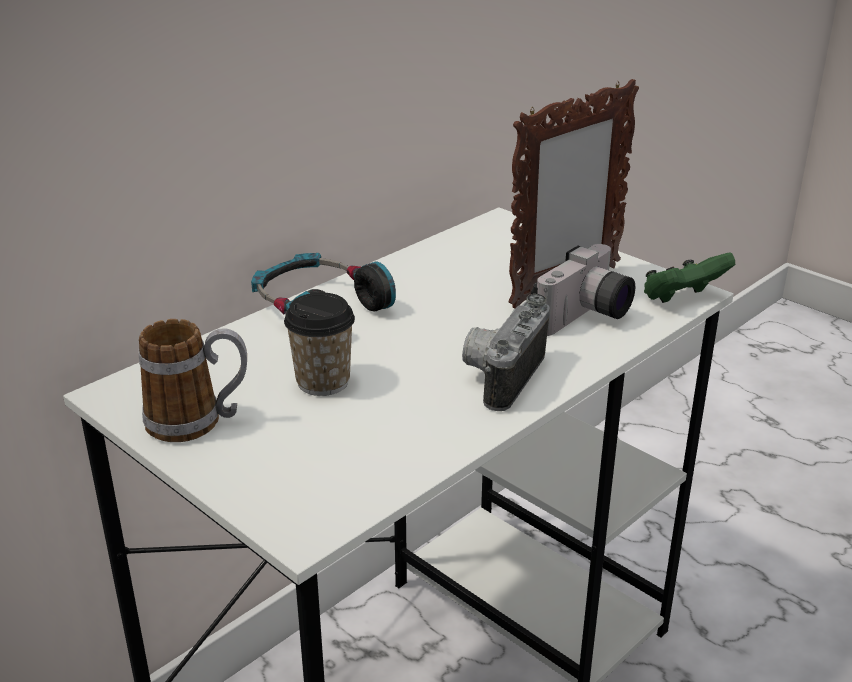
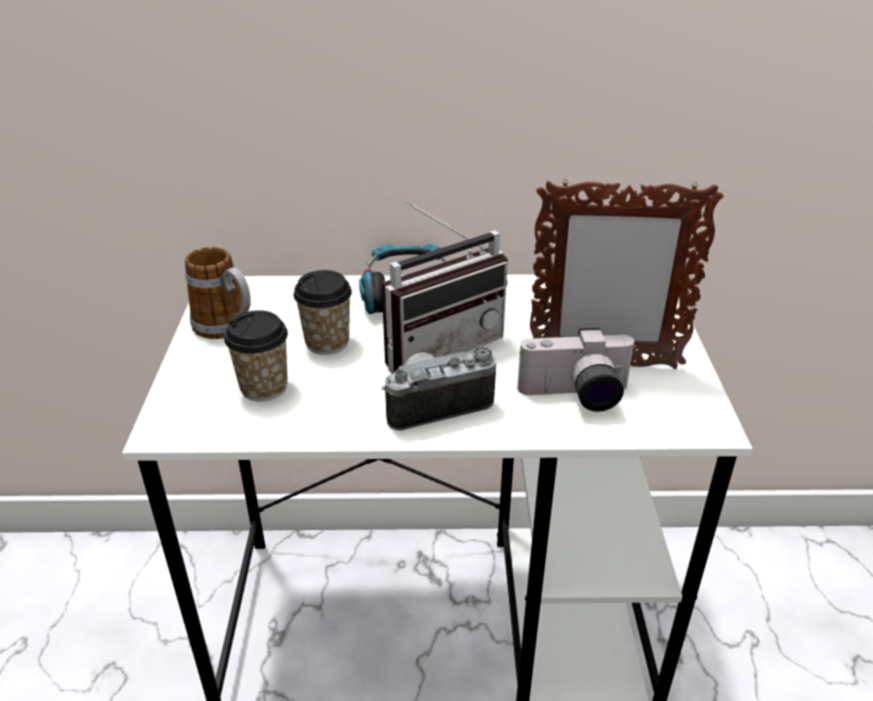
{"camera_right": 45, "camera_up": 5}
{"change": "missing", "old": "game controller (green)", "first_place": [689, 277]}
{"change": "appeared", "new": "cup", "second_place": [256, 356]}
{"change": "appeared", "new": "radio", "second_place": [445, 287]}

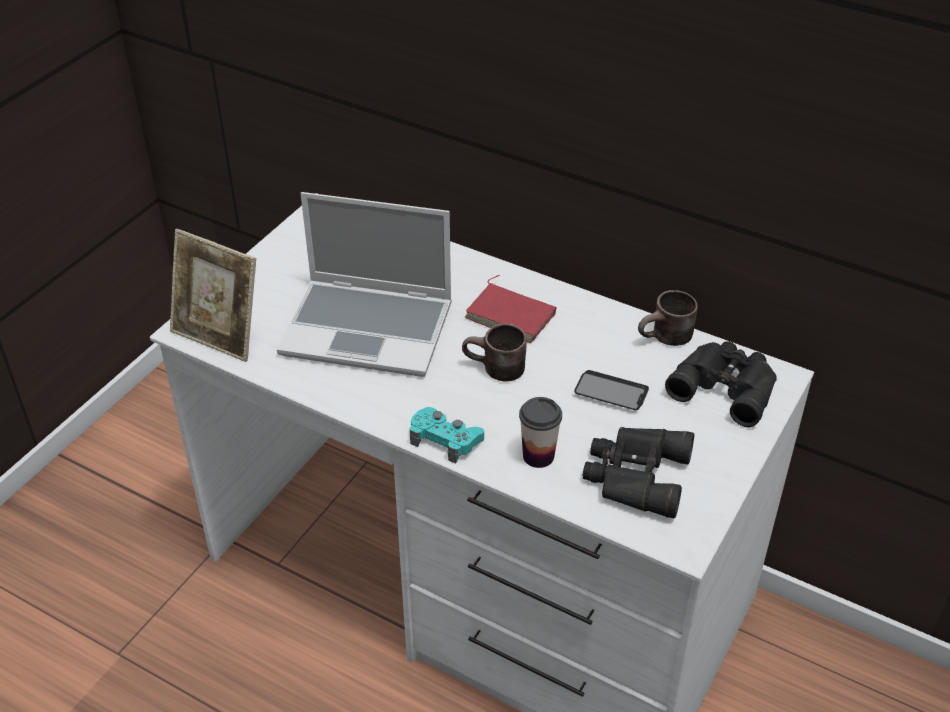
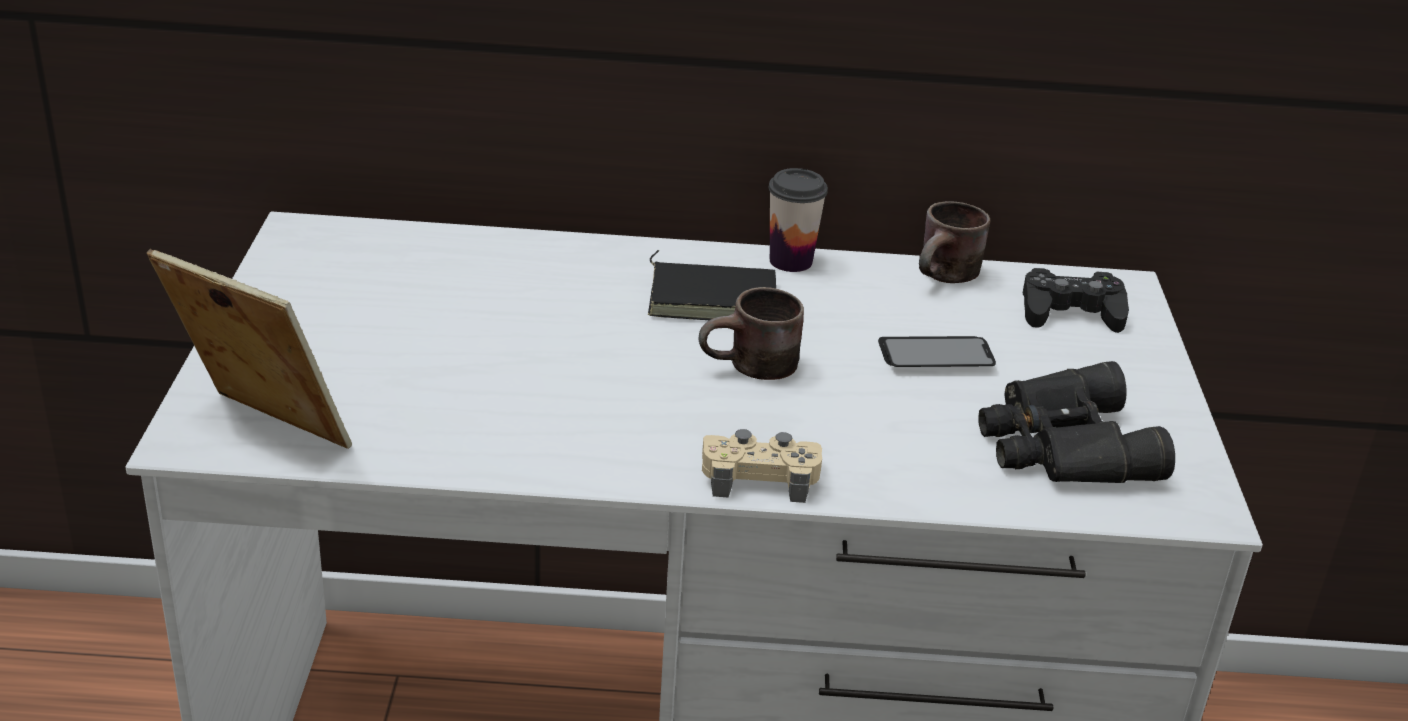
{"camera_right": -30, "camera_up": -10}
{"change": "spun", "old": "picture frame", "first_place": [213, 295], "second_place": [249, 349], "degrees": -150}
{"change": "missing", "old": "laptop", "first_place": [364, 284]}
{"change": "colour", "old": "game controller (turquoise)", "new": "game controller (beige)", "first_place": [446, 435], "second_place": [762, 466]}
{"change": "colour", "old": "book (red)", "new": "book (black)", "first_place": [511, 309], "second_place": [712, 285]}
{"change": "relocated", "old": "cup", "first_place": [540, 432], "second_place": [798, 220]}
{"change": "exchanged", "old": "binoculars (black)", "new": "game controller (black)", "first_place": [721, 384], "second_place": [1076, 300]}

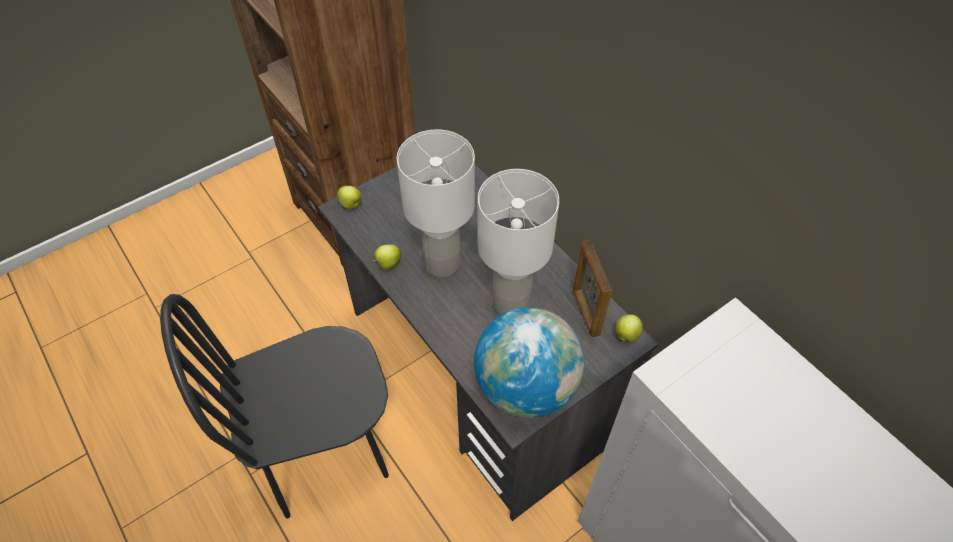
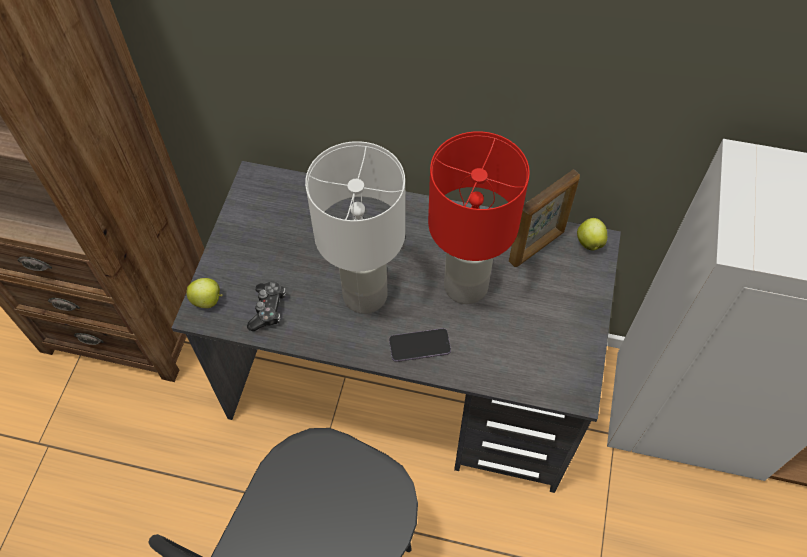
{"camera_right": -40, "camera_up": 5}
{"change": "missing", "old": "apple", "first_place": [387, 257]}
{"change": "missing", "old": "globe", "first_place": [529, 362]}
{"change": "colour", "old": "table lamp (white)", "new": "table lamp (red)", "first_place": [518, 241], "second_place": [479, 217]}
{"change": "spun", "old": "picture frame", "first_place": [592, 288], "second_place": [544, 218], "degrees": -75}
{"change": "appeared", "new": "game controller", "second_place": [266, 306]}
{"change": "appeared", "new": "phone", "second_place": [420, 345]}

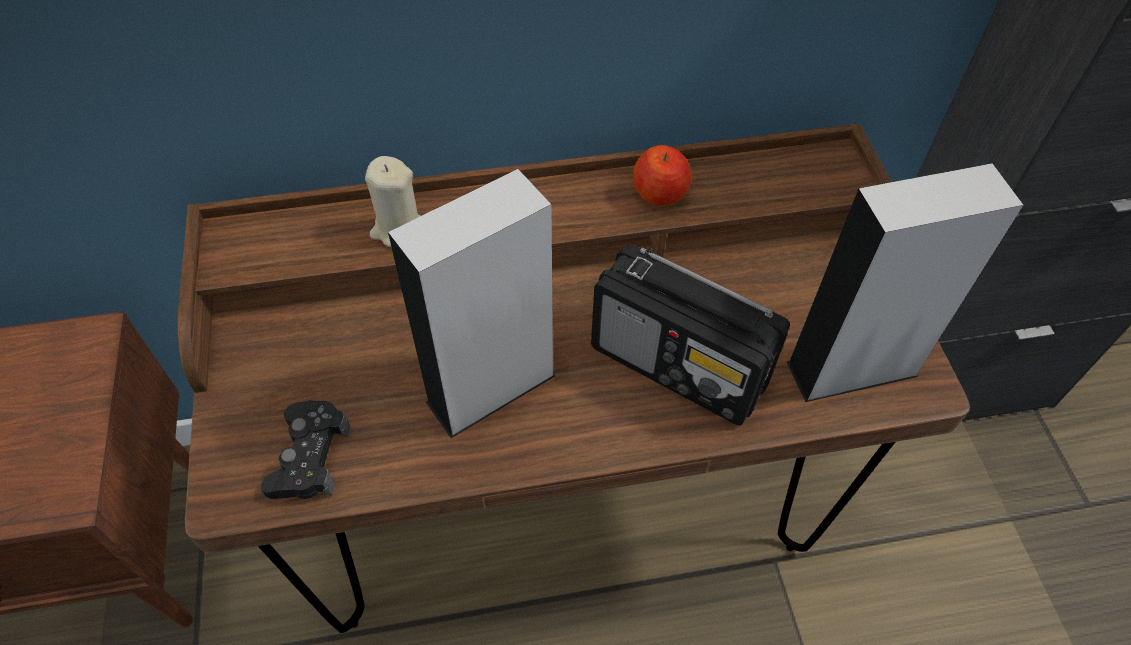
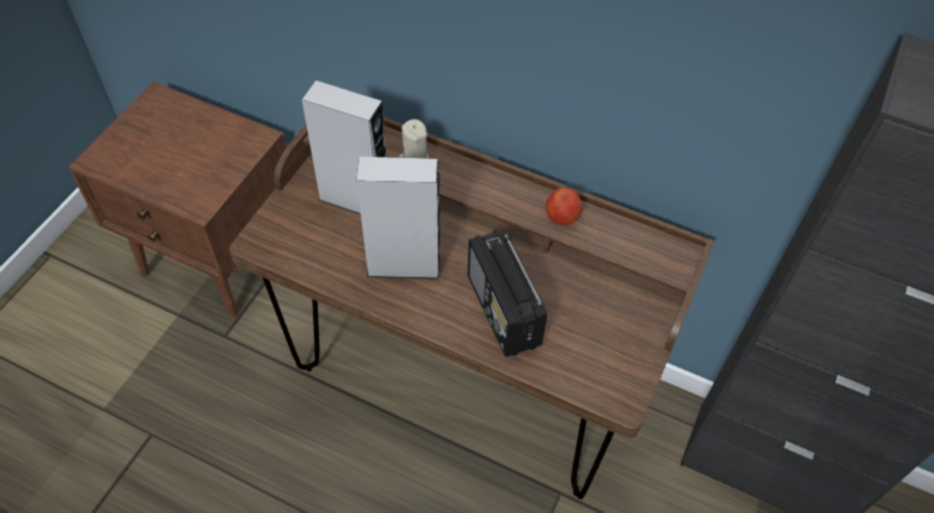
{"camera_right": 35, "camera_up": 0}
{"change": "missing", "old": "game controller (black)", "first_place": [305, 449]}
{"change": "relocated", "old": "speaker (grey)", "first_place": [905, 282], "second_place": [344, 147]}

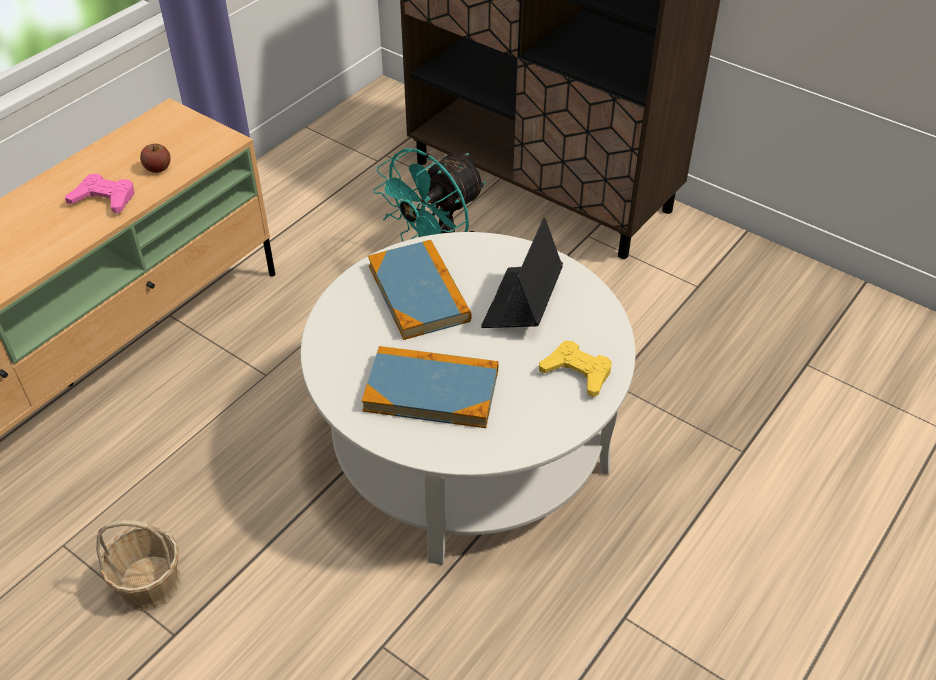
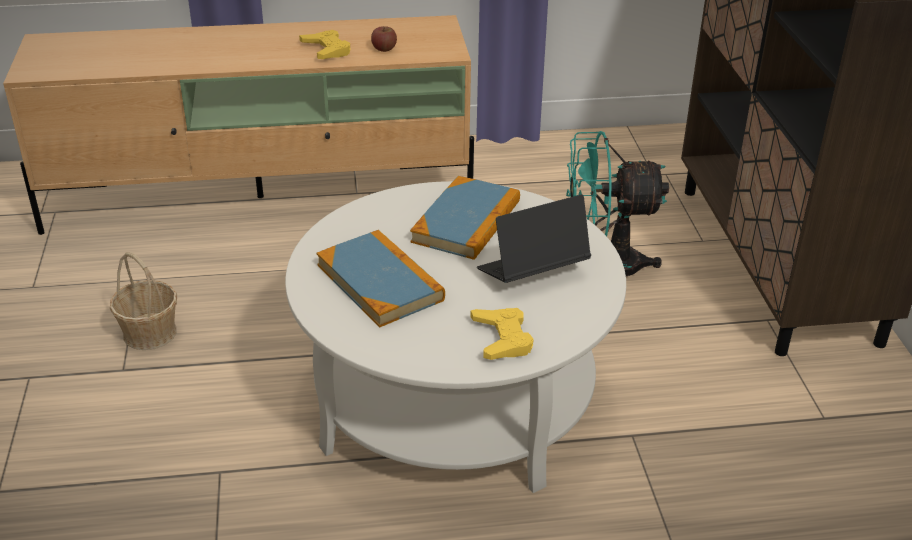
{"camera_right": 45, "camera_up": -10}
{"change": "colour", "old": "game controller (pink)", "new": "game controller (yellow)", "first_place": [100, 193], "second_place": [325, 44]}

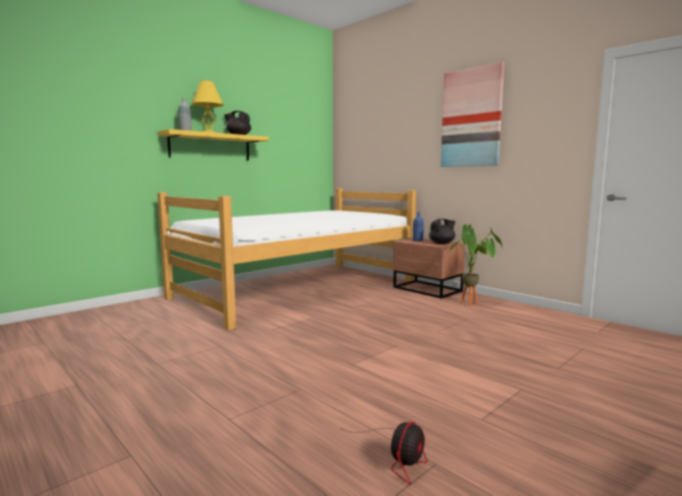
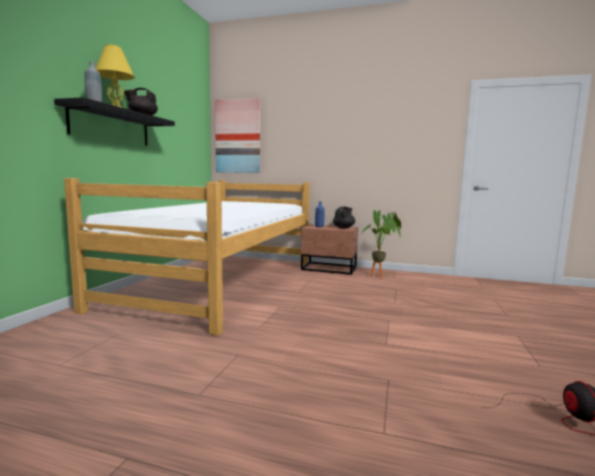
{"camera_right": -30, "camera_up": 0}
{"change": "colour", "old": "shelf (yellow)", "new": "shelf (black)", "first_place": [213, 144], "second_place": [114, 121]}
{"change": "relocated", "old": "picture", "first_place": [472, 114], "second_place": [237, 135]}

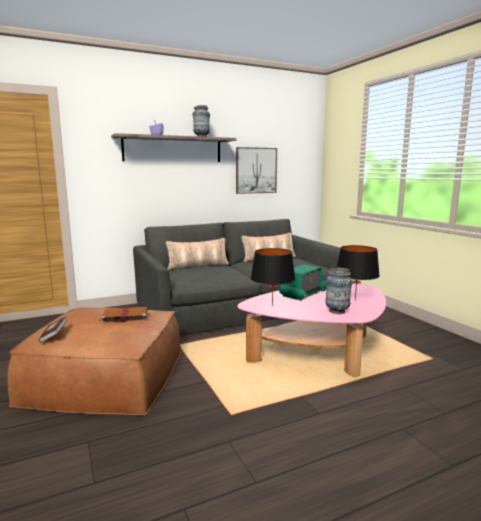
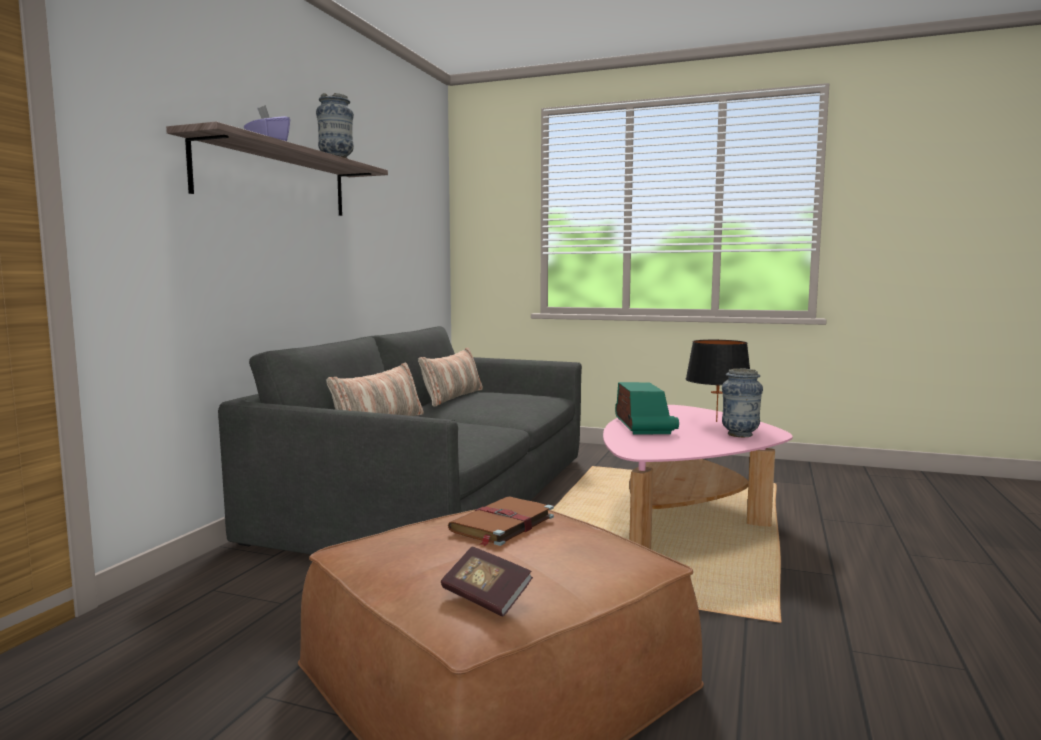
{"camera_right": -45, "camera_up": -5}
{"change": "missing", "old": "picture", "first_place": [256, 170]}
{"change": "missing", "old": "table lamp (black)", "first_place": [273, 277]}

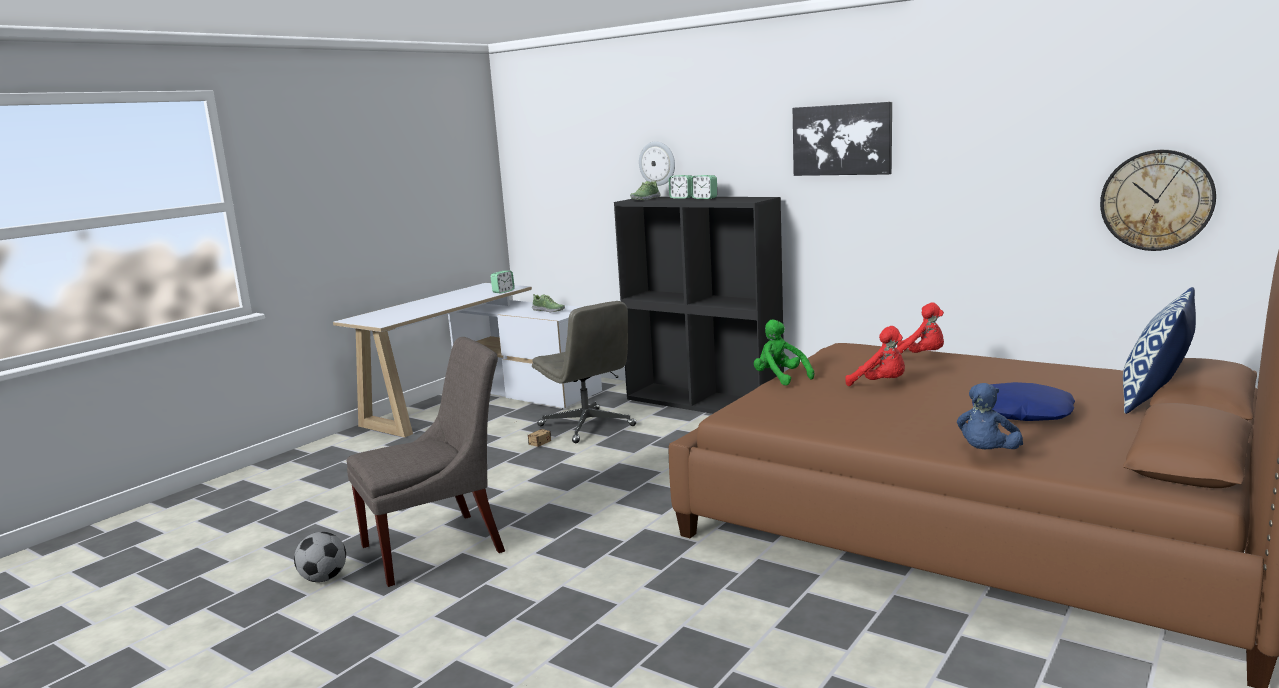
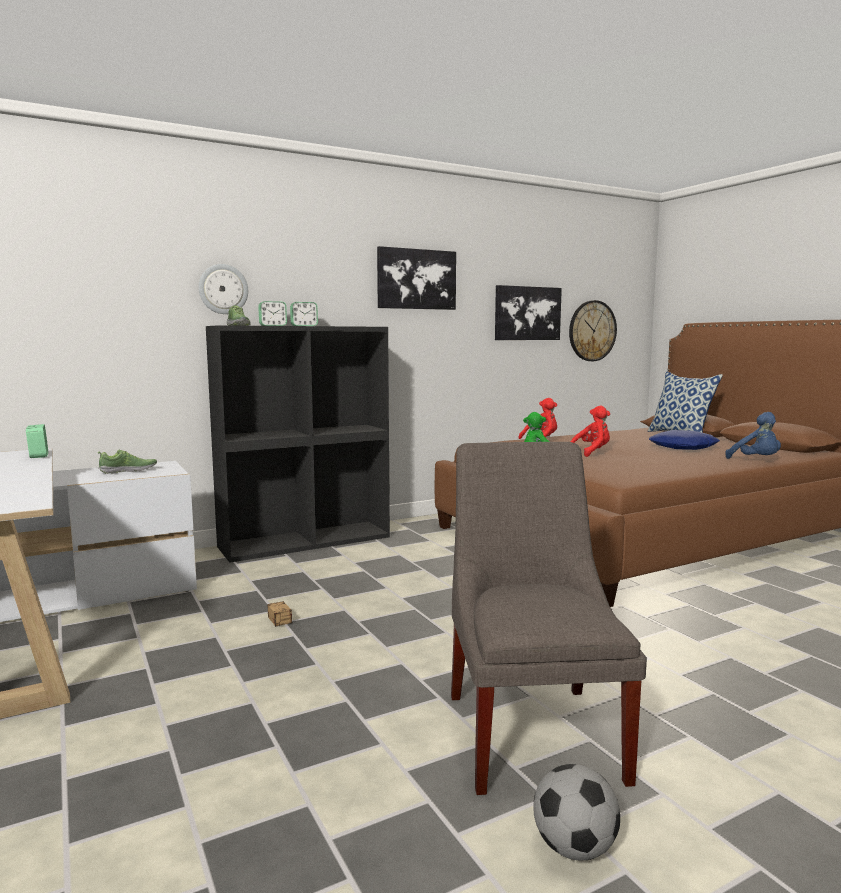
{"camera_right": -65, "camera_up": -5}
{"change": "missing", "old": "office chair (grey)", "first_place": [584, 372]}
{"change": "appeared", "new": "picture", "second_place": [528, 312]}

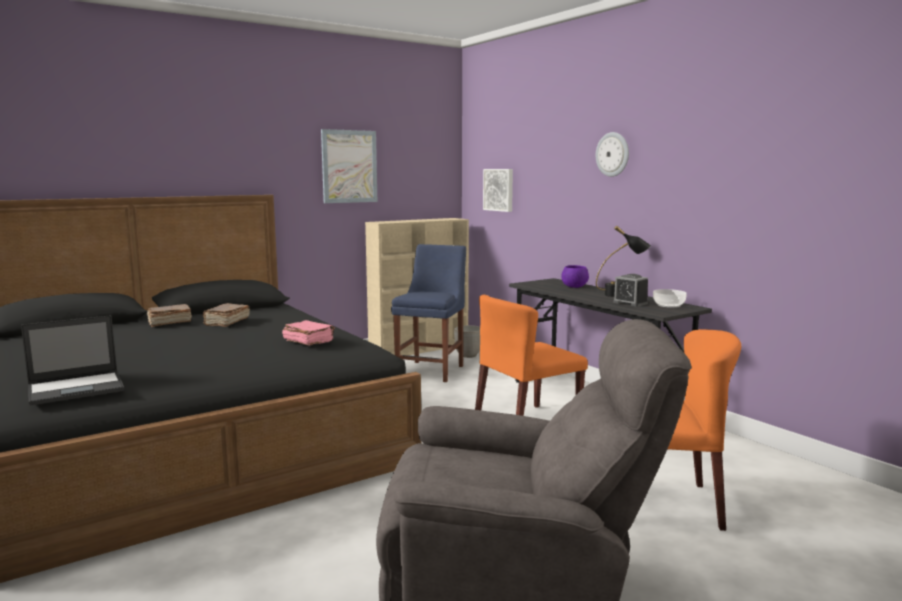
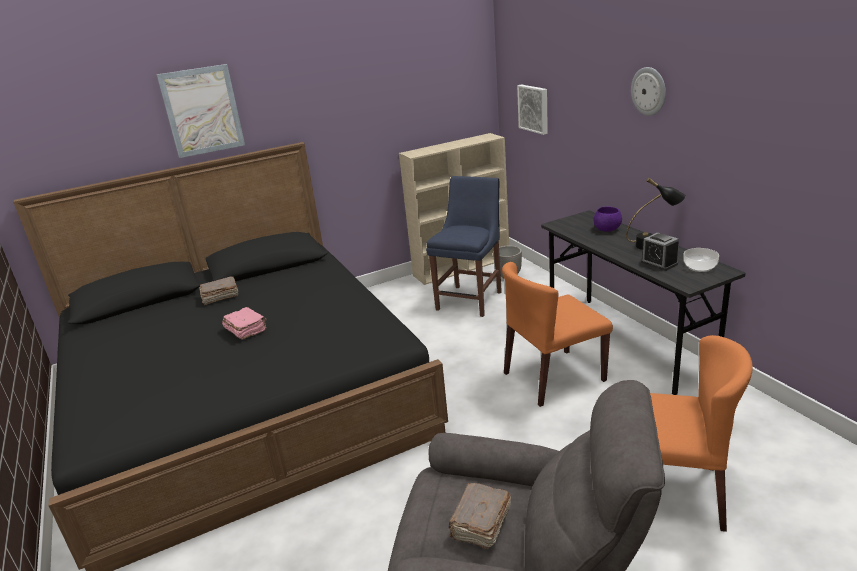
{"camera_right": 10, "camera_up": 15}
{"change": "missing", "old": "laptop", "first_place": [72, 360]}
{"change": "relocated", "old": "book (brown)", "first_place": [226, 315], "second_place": [480, 516]}
{"change": "relocated", "old": "book (pink)", "first_place": [308, 333], "second_place": [244, 323]}
{"change": "relocated", "old": "picture", "first_place": [349, 166], "second_place": [201, 111]}

